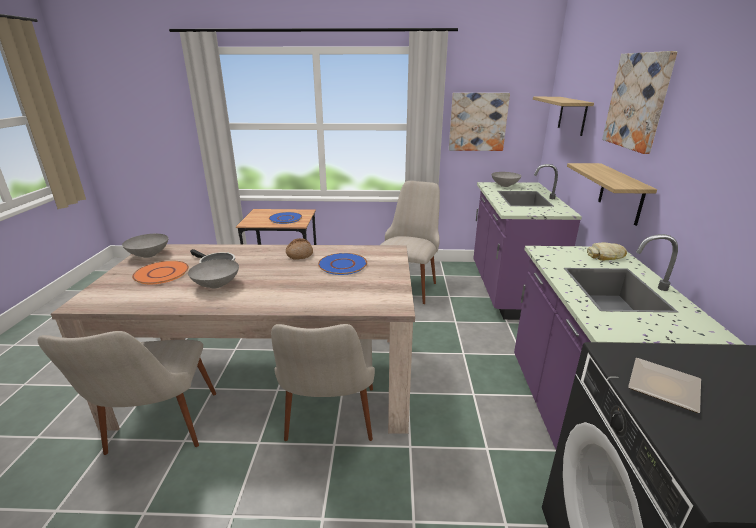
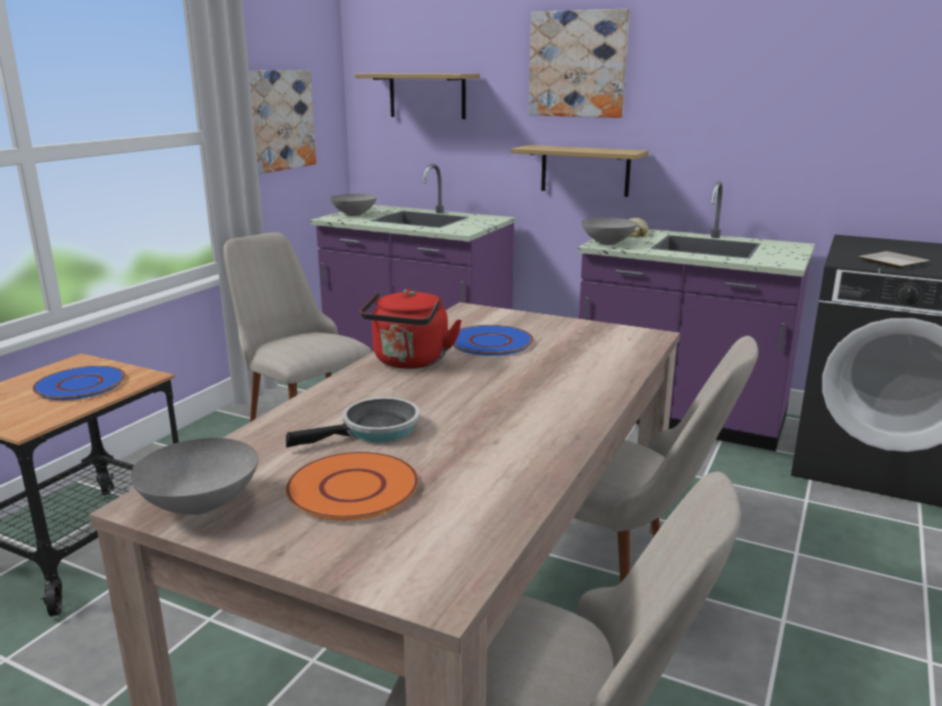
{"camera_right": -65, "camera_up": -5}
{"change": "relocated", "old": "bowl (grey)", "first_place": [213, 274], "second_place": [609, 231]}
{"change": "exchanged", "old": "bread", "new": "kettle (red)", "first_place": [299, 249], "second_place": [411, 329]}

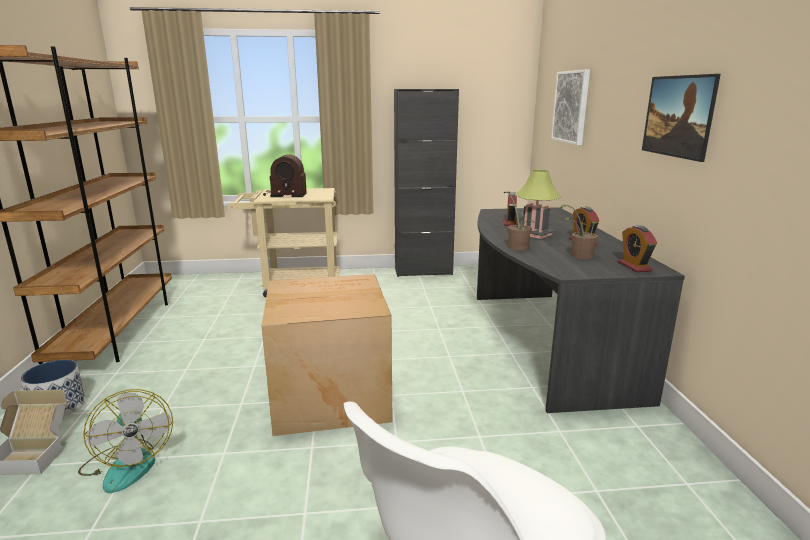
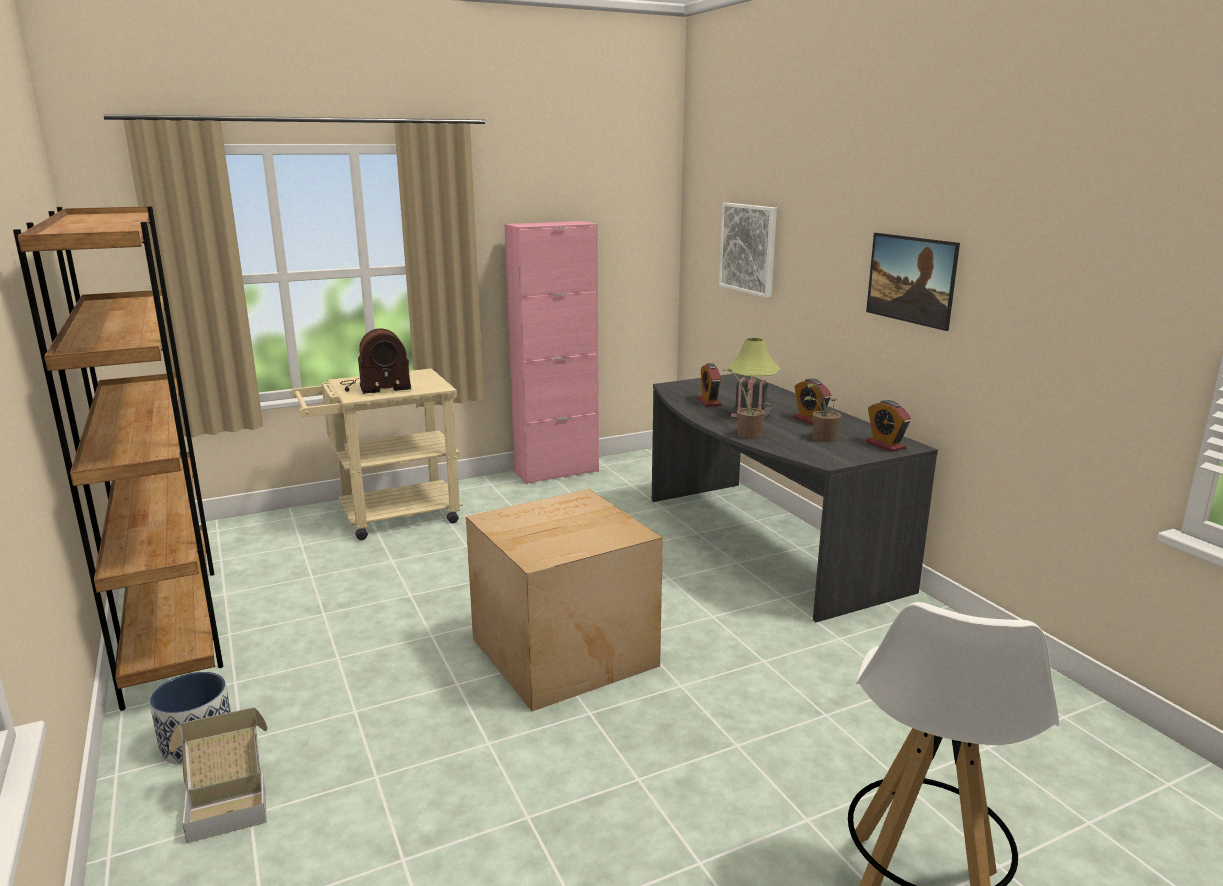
{"camera_right": -20, "camera_up": 0}
{"change": "missing", "old": "fan", "first_place": [125, 441]}
{"change": "colour", "old": "cabinet (black)", "new": "cabinet (pink)", "first_place": [426, 183], "second_place": [552, 352]}

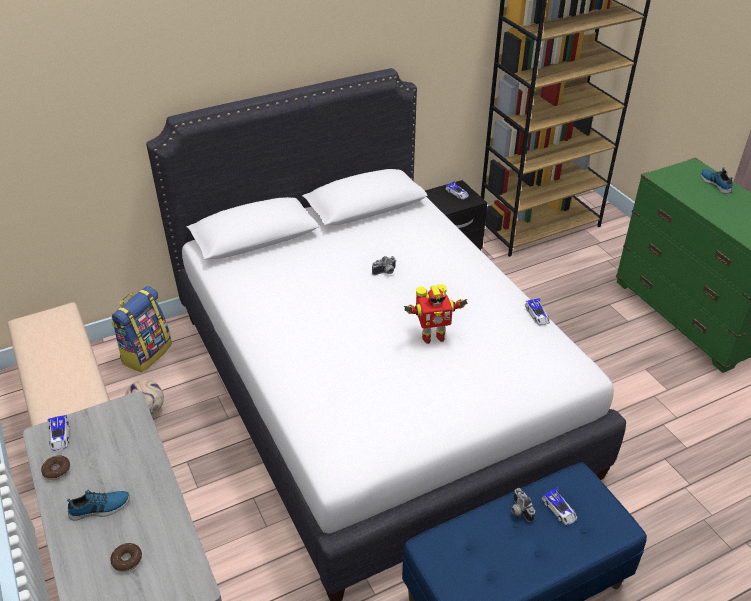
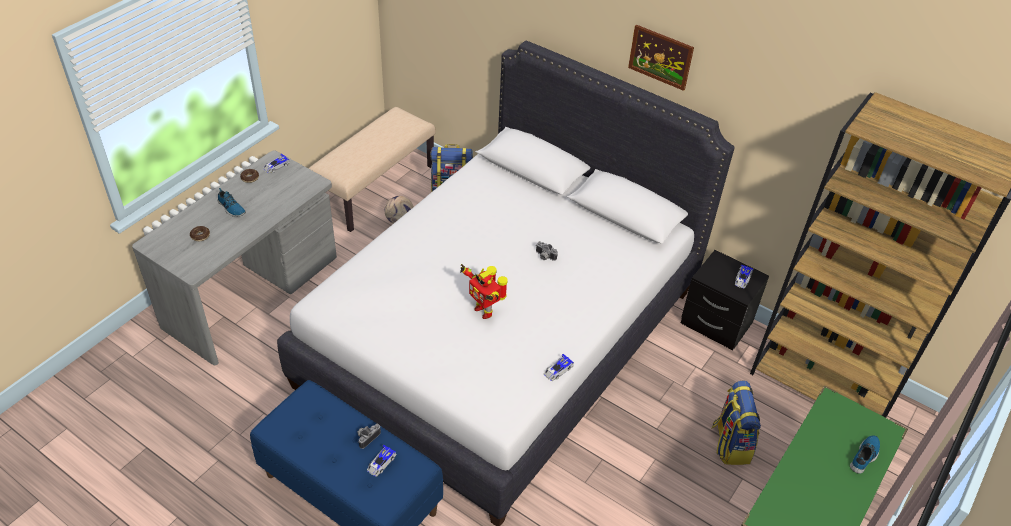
{"camera_right": 60, "camera_up": 5}
{"change": "appeared", "new": "picture", "second_place": [661, 58]}
{"change": "appeared", "new": "backpack", "second_place": [736, 423]}

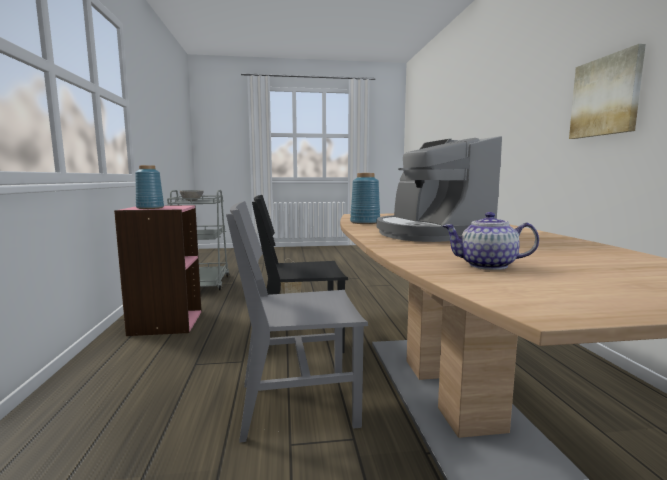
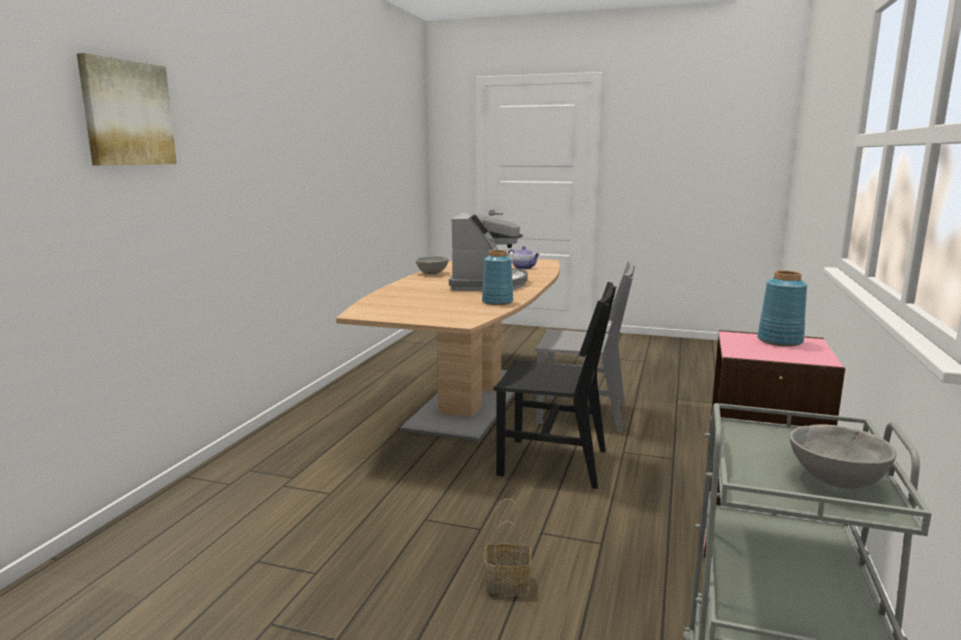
{"camera_right": -155, "camera_up": 5}
{"change": "relocated", "old": "picture", "first_place": [607, 91], "second_place": [127, 109]}
{"change": "appeared", "new": "bowl (grey)", "second_place": [432, 265]}

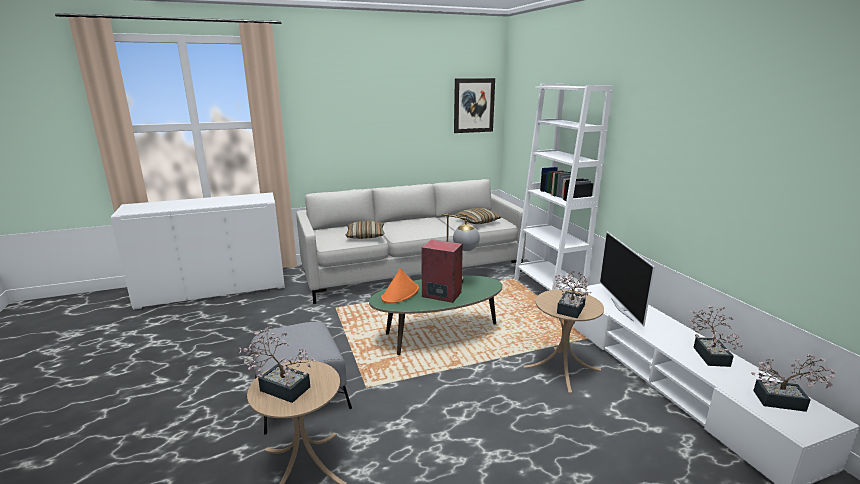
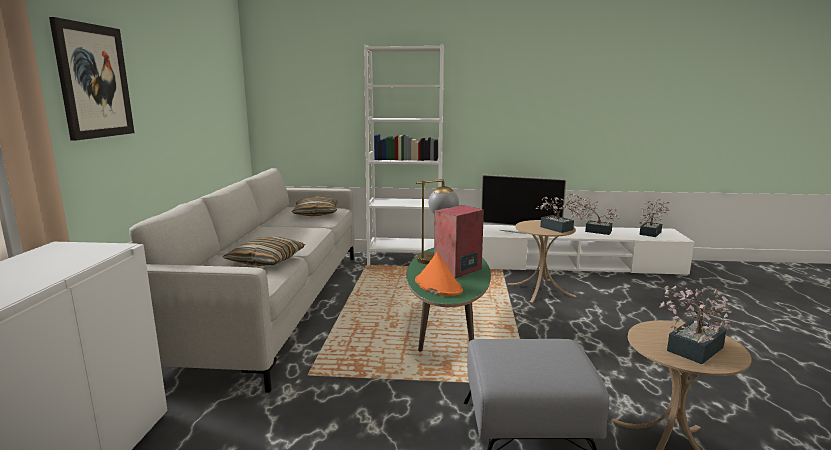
{"camera_right": -65, "camera_up": -5}
{"change": "relocated", "old": "picture", "first_place": [474, 105], "second_place": [91, 79]}

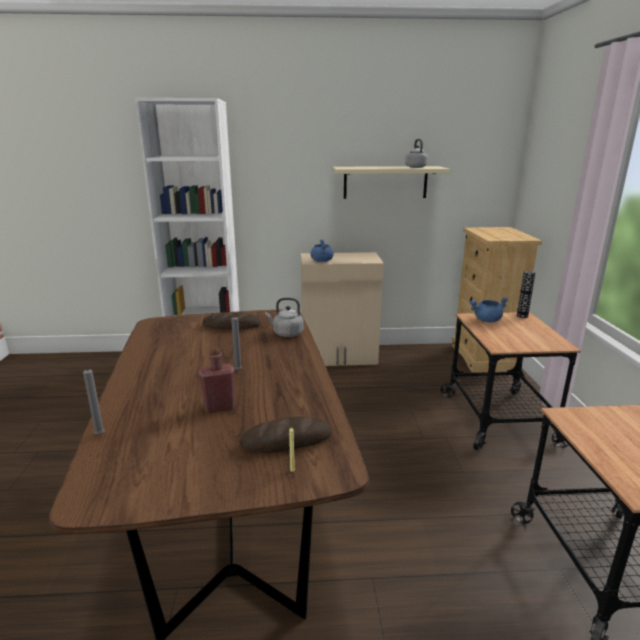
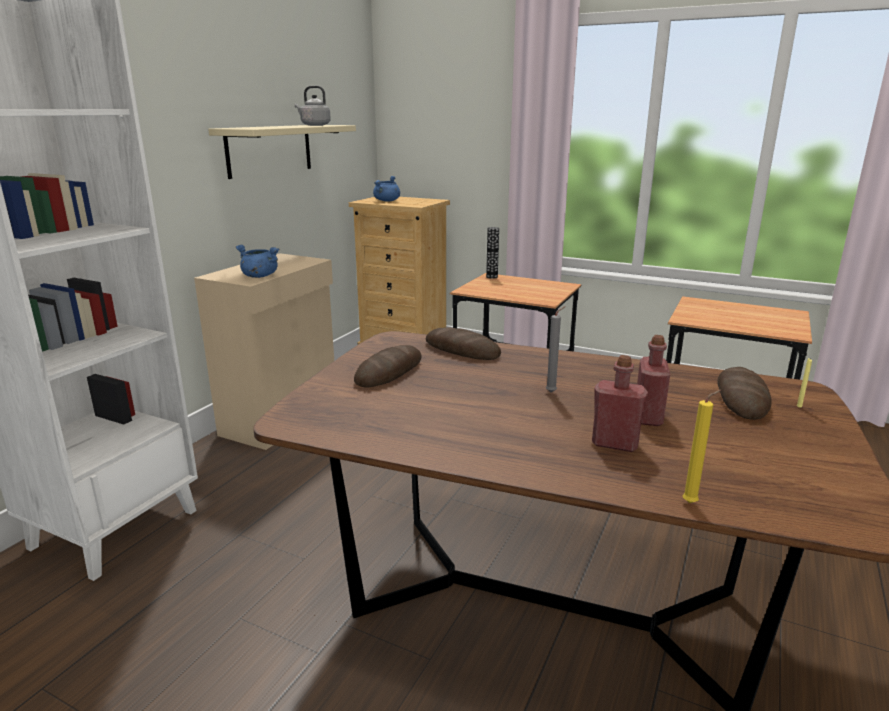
{"camera_right": -60, "camera_up": 0}
{"change": "colour", "old": "candle (grey)", "new": "candle (yellow)", "first_place": [94, 400], "second_place": [702, 446]}
{"change": "exchanged", "old": "kettle (grey)", "new": "bread", "first_place": [284, 317], "second_place": [463, 344]}
{"change": "relocated", "old": "cooking pot (blue)", "first_place": [489, 309], "second_place": [386, 189]}
{"change": "appeared", "new": "bottle (red)", "second_place": [620, 403]}

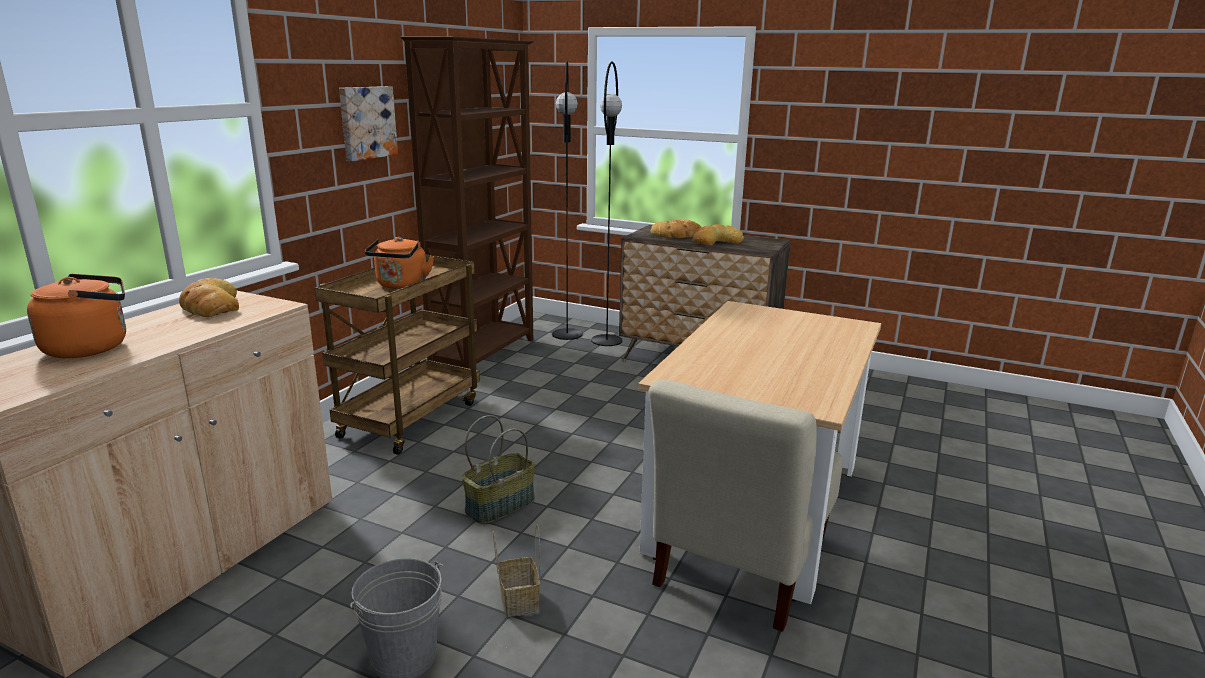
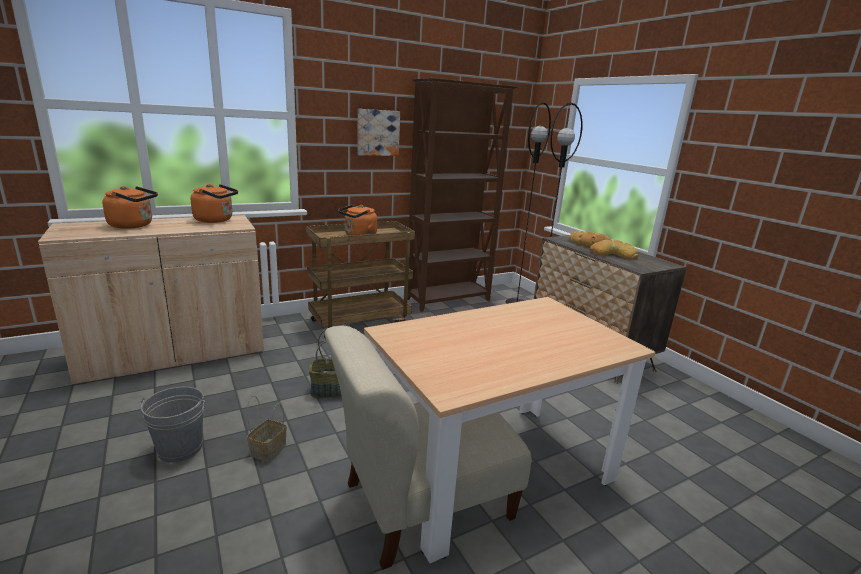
{"camera_right": 35, "camera_up": 0}
{"change": "exchanged", "old": "bread", "new": "kettle (orange)", "first_place": [209, 297], "second_place": [214, 203]}

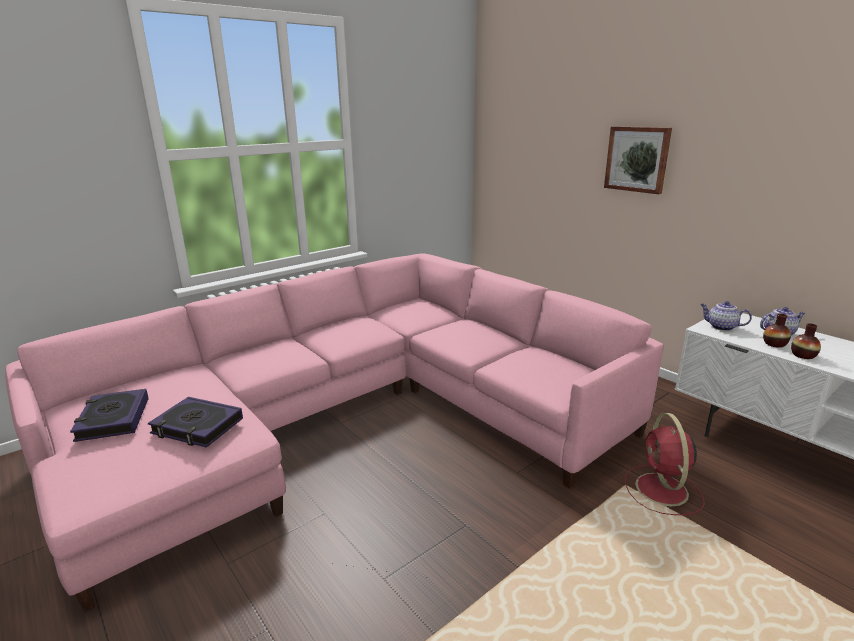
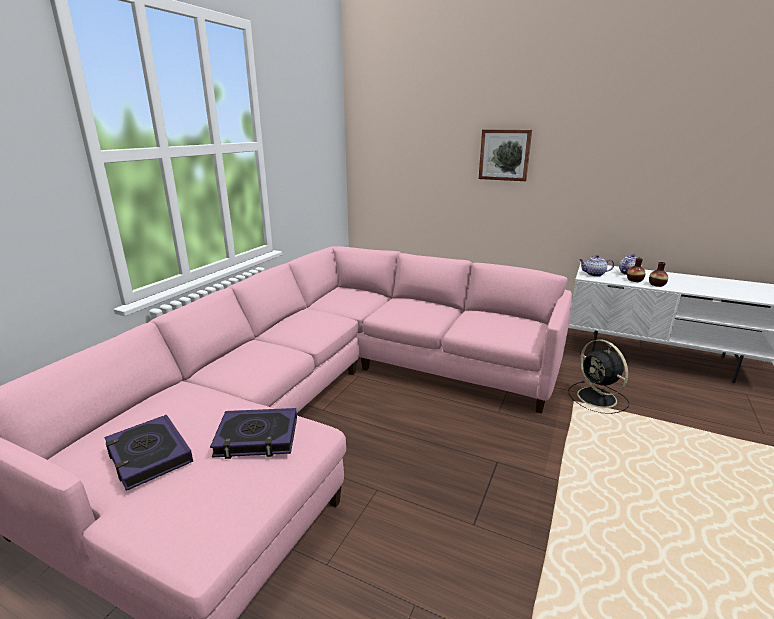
{"camera_right": -25, "camera_up": 0}
{"change": "colour", "old": "fan (red)", "new": "fan (black)", "first_place": [665, 464], "second_place": [598, 377]}

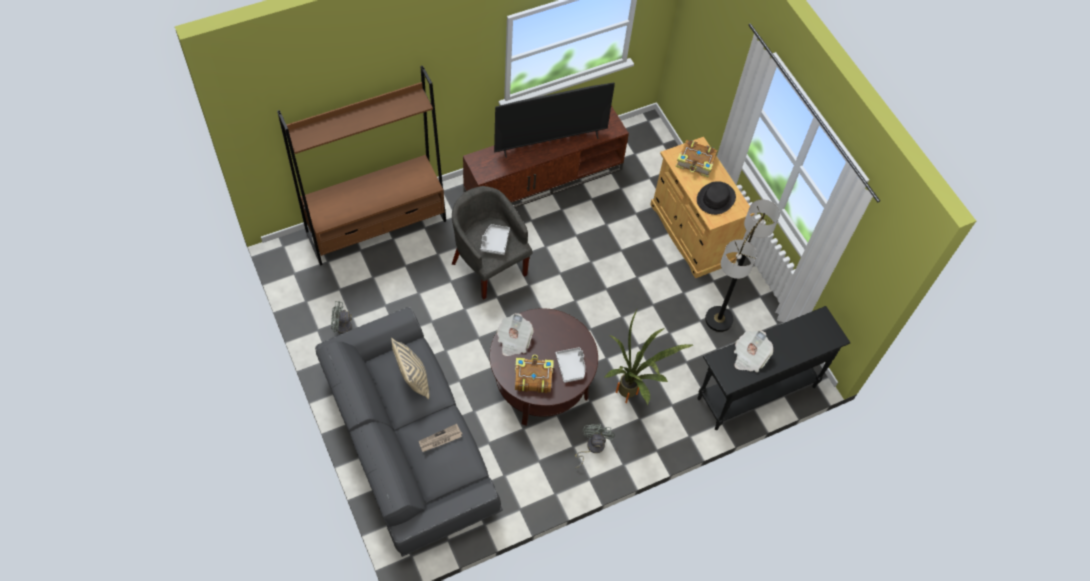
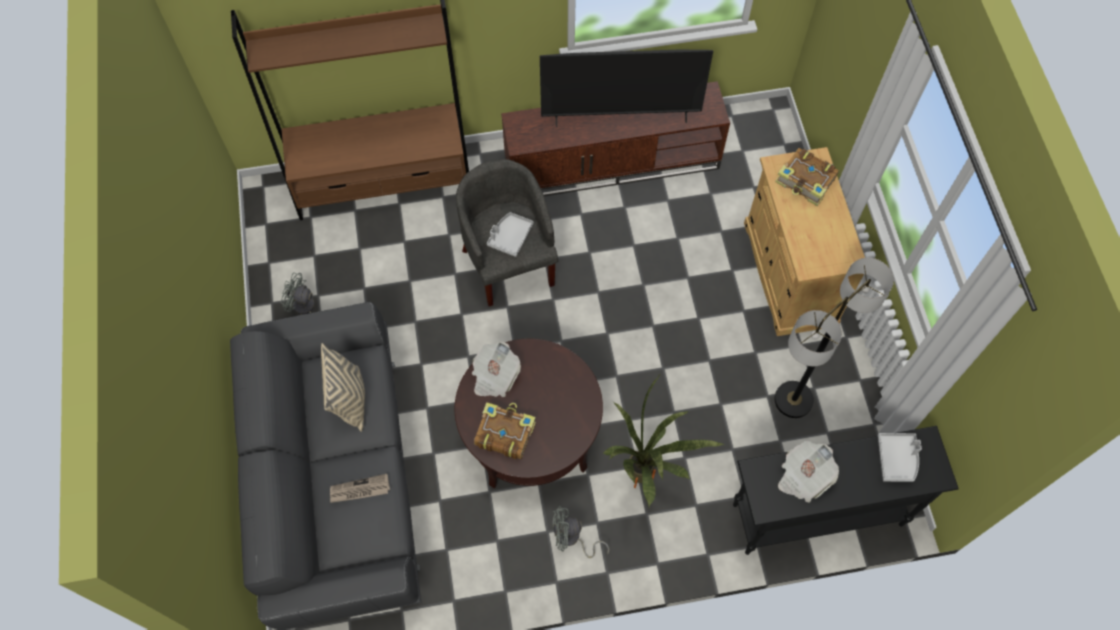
{"camera_right": 20, "camera_up": 5}
{"change": "relocated", "old": "tray (grey)", "first_place": [570, 365], "second_place": [900, 457]}
{"change": "spun", "old": "fan (grey)", "first_place": [595, 446], "second_place": [581, 532], "degrees": -120}
{"change": "missing", "old": "hat (black)", "first_place": [716, 198]}

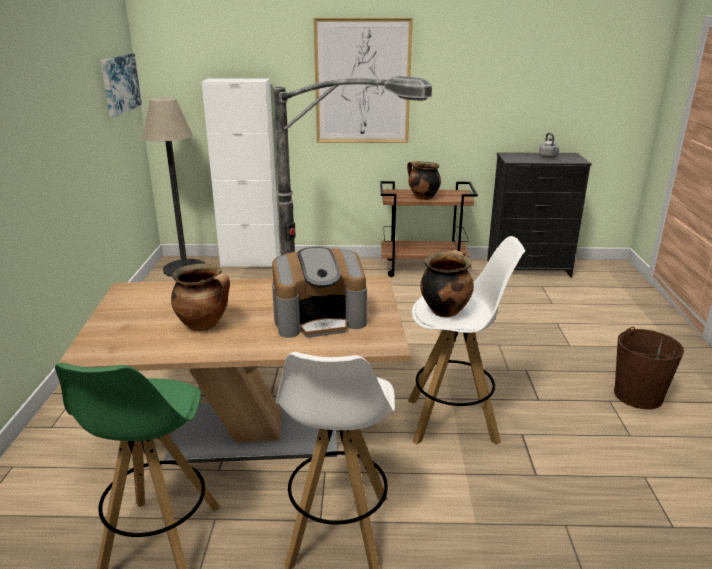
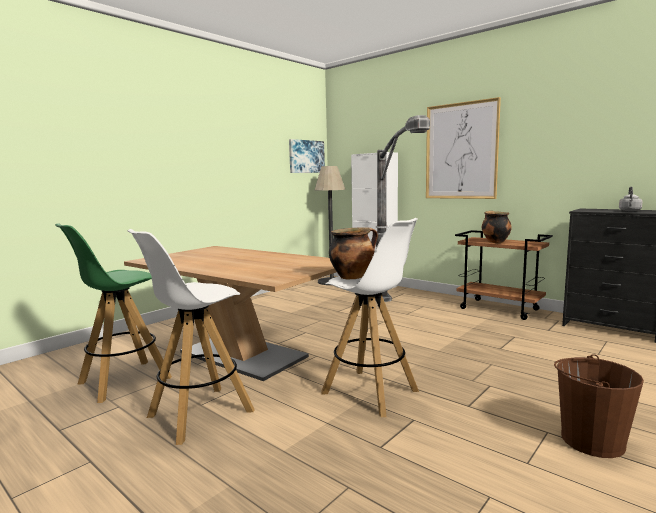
{"camera_right": 40, "camera_up": -15}
{"change": "missing", "old": "cooking pot", "first_place": [200, 297]}
{"change": "missing", "old": "coffee machine", "first_place": [319, 292]}

